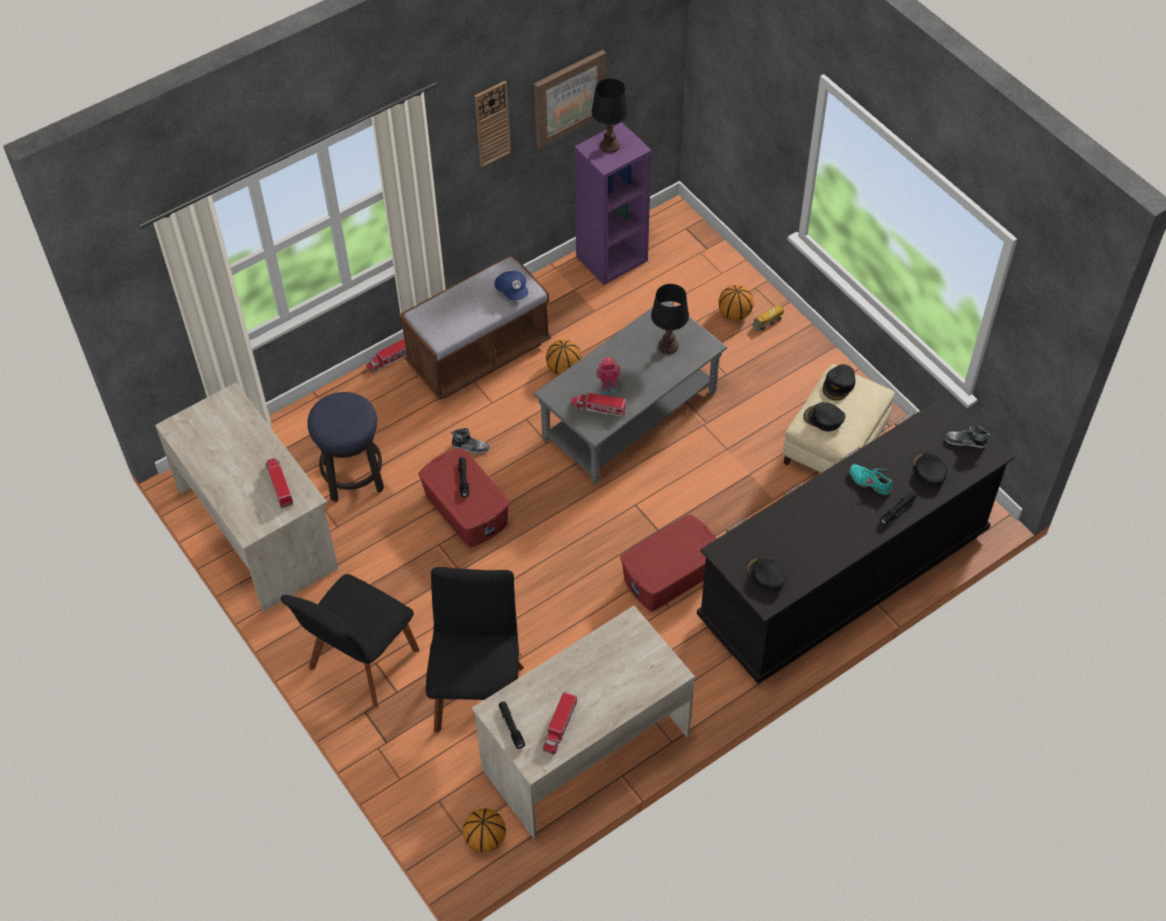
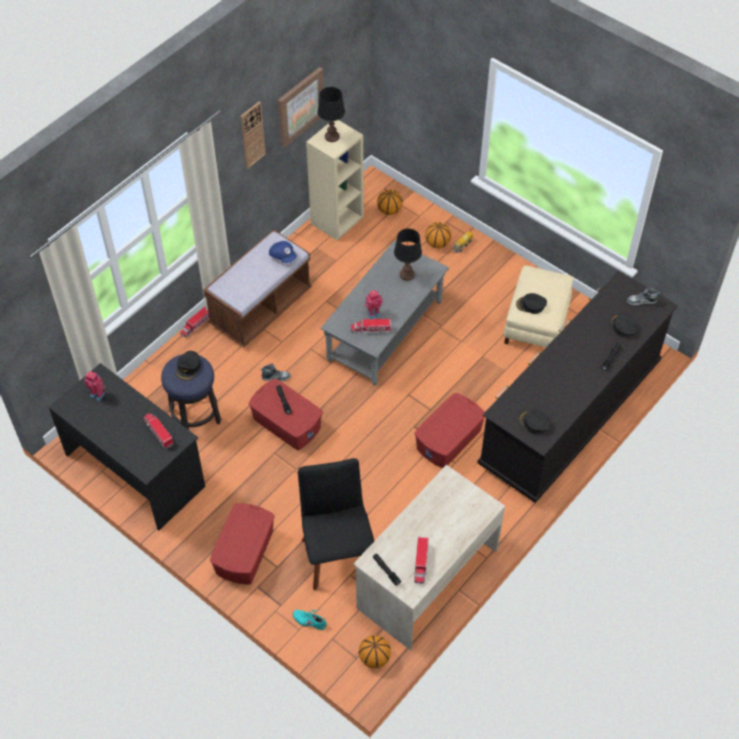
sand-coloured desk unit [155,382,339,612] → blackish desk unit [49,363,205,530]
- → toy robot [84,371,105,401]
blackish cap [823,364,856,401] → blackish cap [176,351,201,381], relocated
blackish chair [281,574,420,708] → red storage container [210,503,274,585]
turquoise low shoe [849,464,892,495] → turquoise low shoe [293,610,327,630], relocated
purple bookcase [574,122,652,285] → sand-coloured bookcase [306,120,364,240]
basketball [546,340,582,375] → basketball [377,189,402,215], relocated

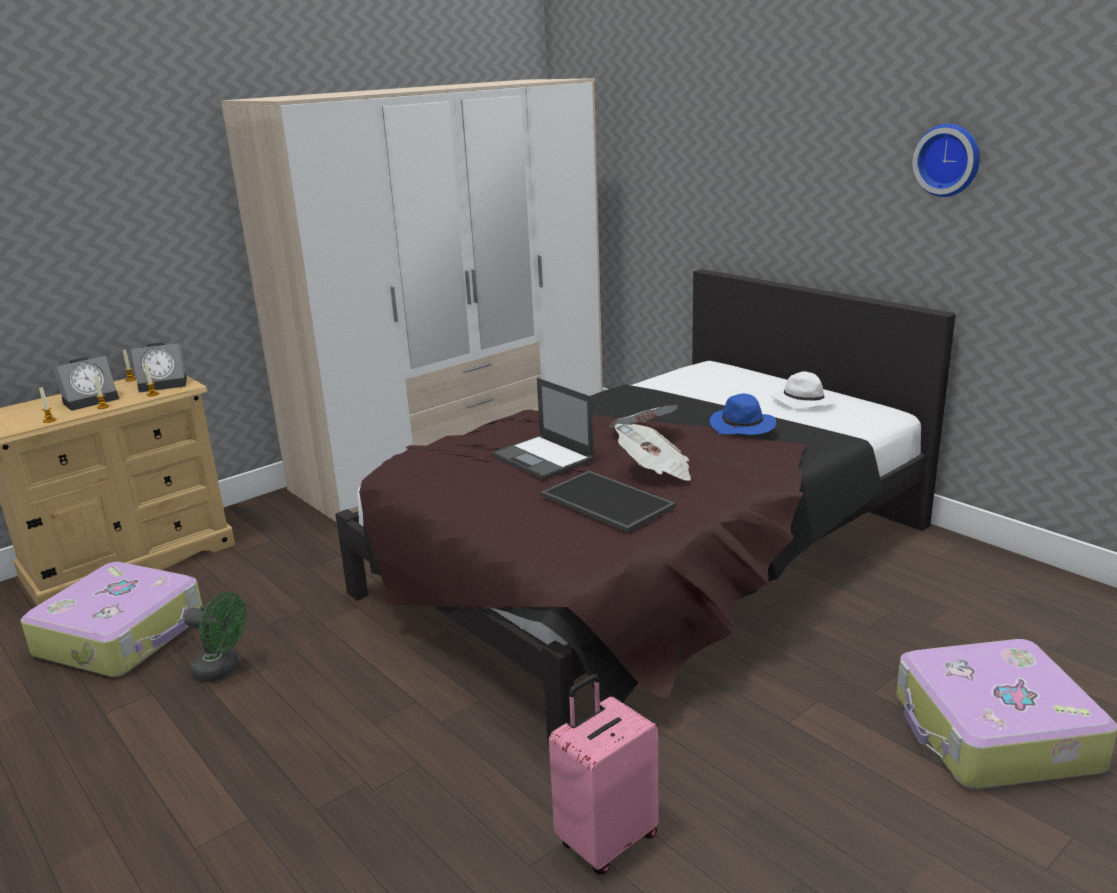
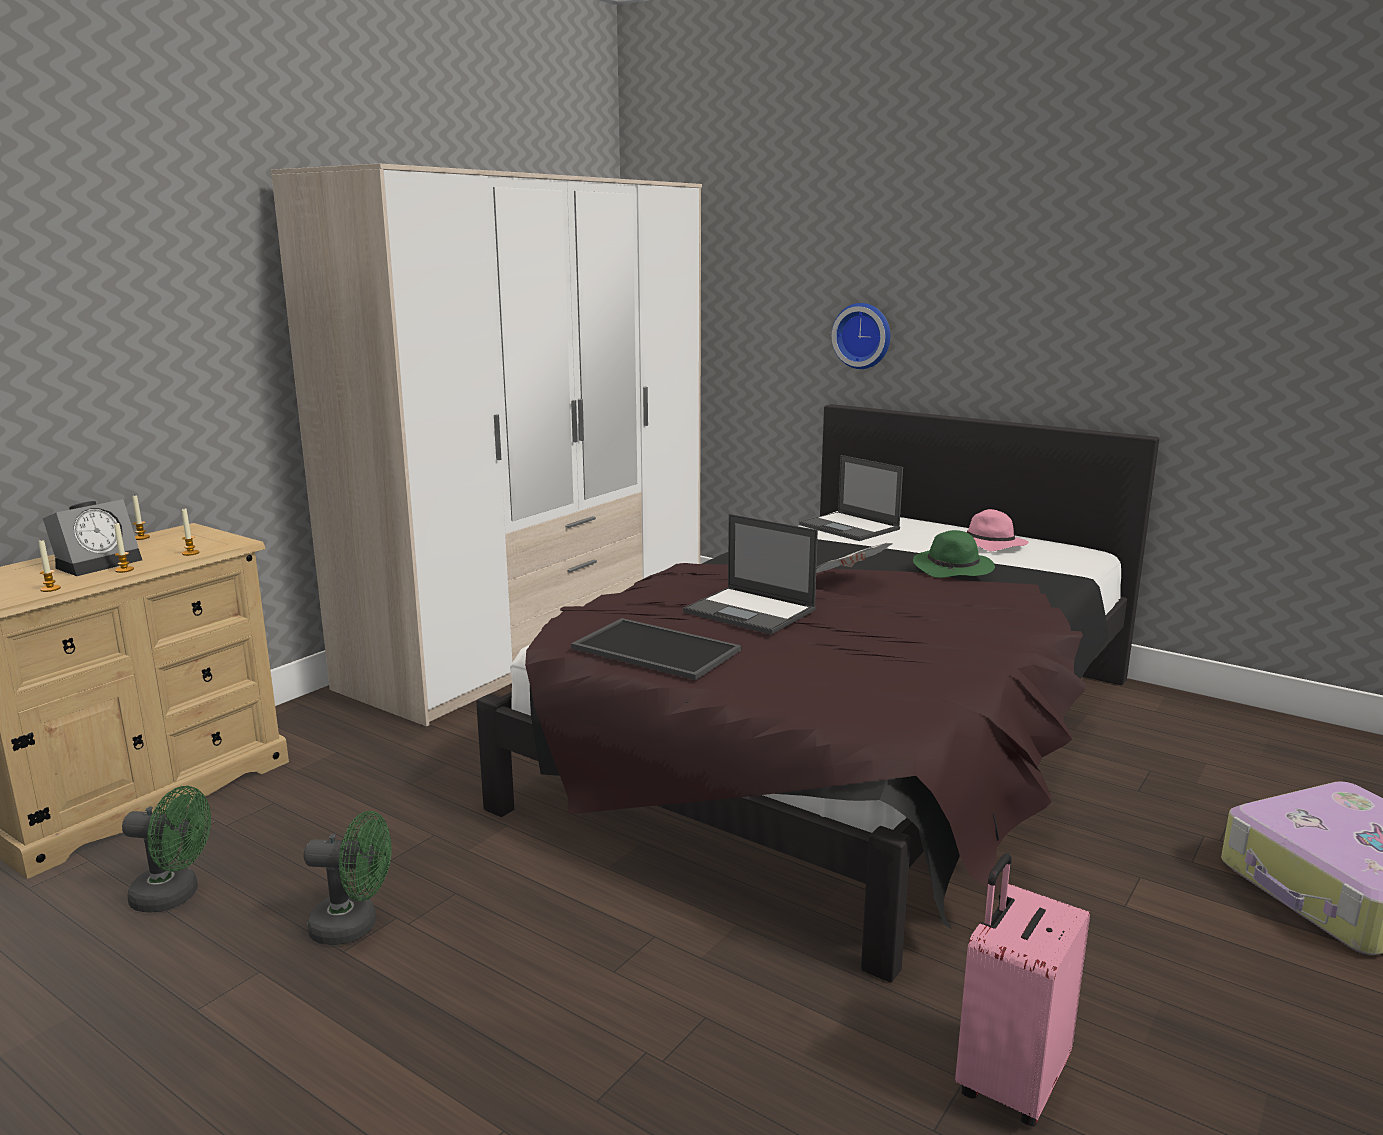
suitcase [20,562,202,677] → green electric fan [122,786,211,913]
serving tray [541,471,676,532] → serving tray [571,618,741,680], relocated
- → portable computer [799,455,903,541]
clock on the wall [913,124,980,197] → clock on the wall [832,303,891,369], relocated
blue-coloured wearable hat [710,393,776,435] → green wearable hat [913,530,995,578]
whitish wearable hat [772,371,836,409] → pinkish wearable hat [967,509,1029,551]
bedside clock [131,343,187,393] → -
daily paper [615,424,691,481] → -

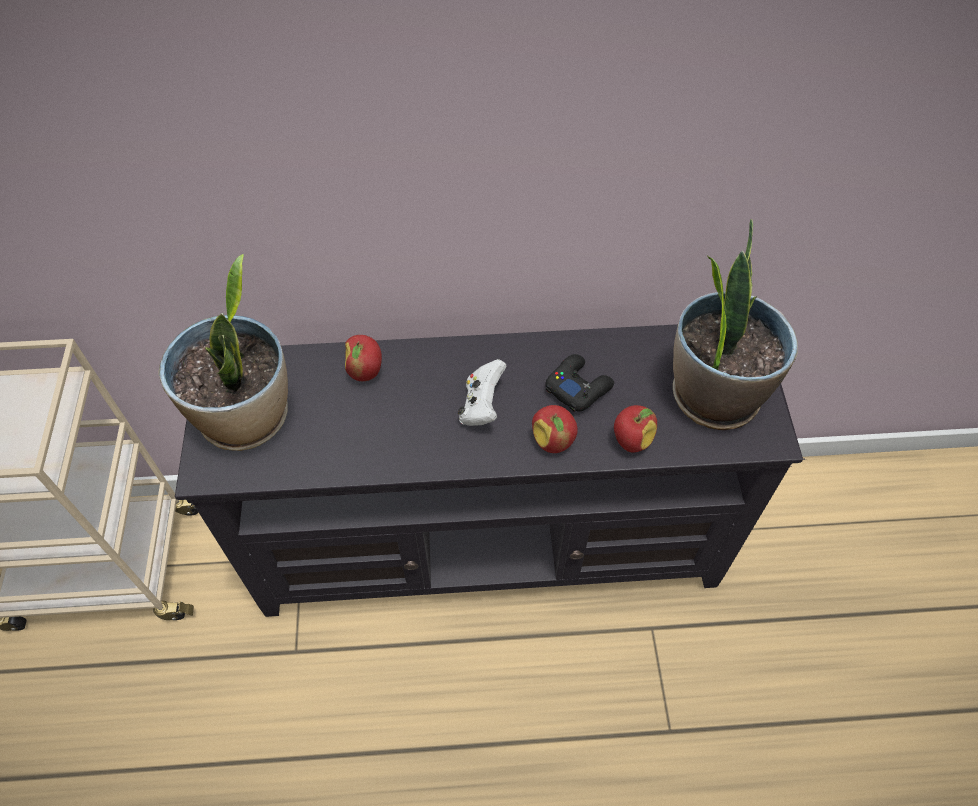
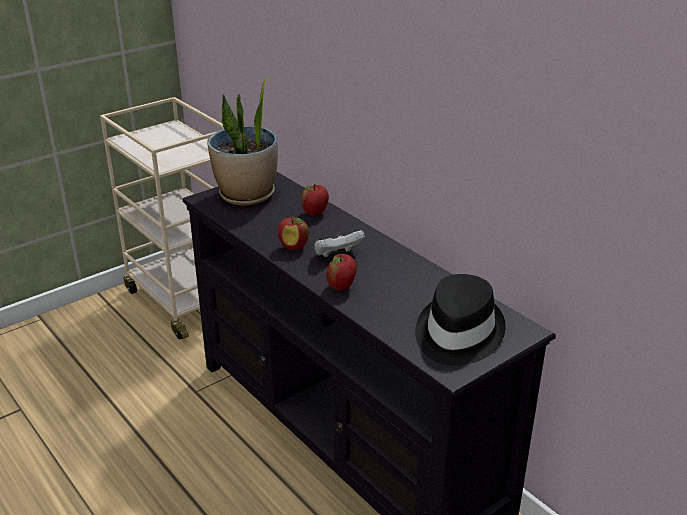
apple [614,405,657,453] → apple [278,216,309,250], relocated
plant in a pot [673,219,798,430] → blackish wearable hat [415,274,506,366]
blackish gamepad [545,354,614,412] → -

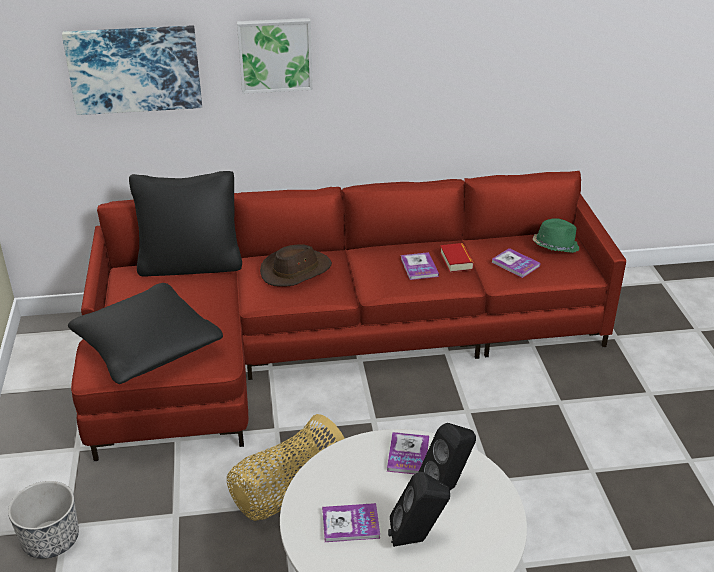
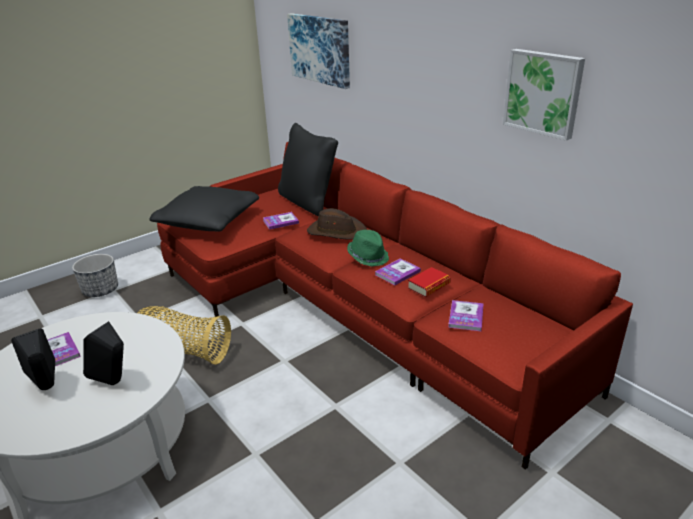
volume [387,432,429,474] → volume [263,212,299,230], relocated
green wearable hat [533,218,580,253] → green wearable hat [347,230,389,267], relocated
picture [237,18,313,94] → picture [503,49,585,141], relocated

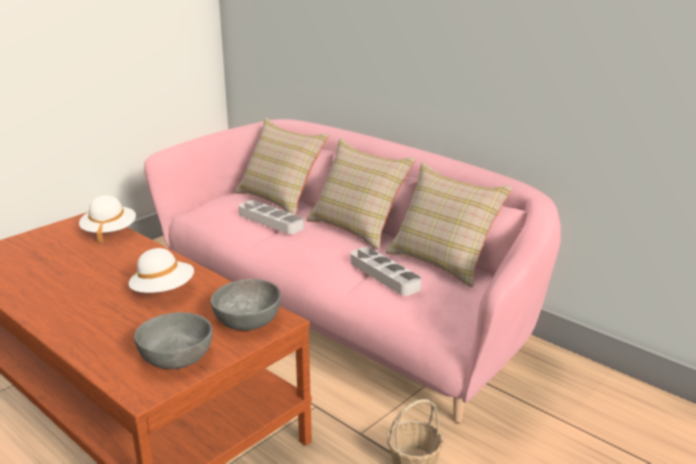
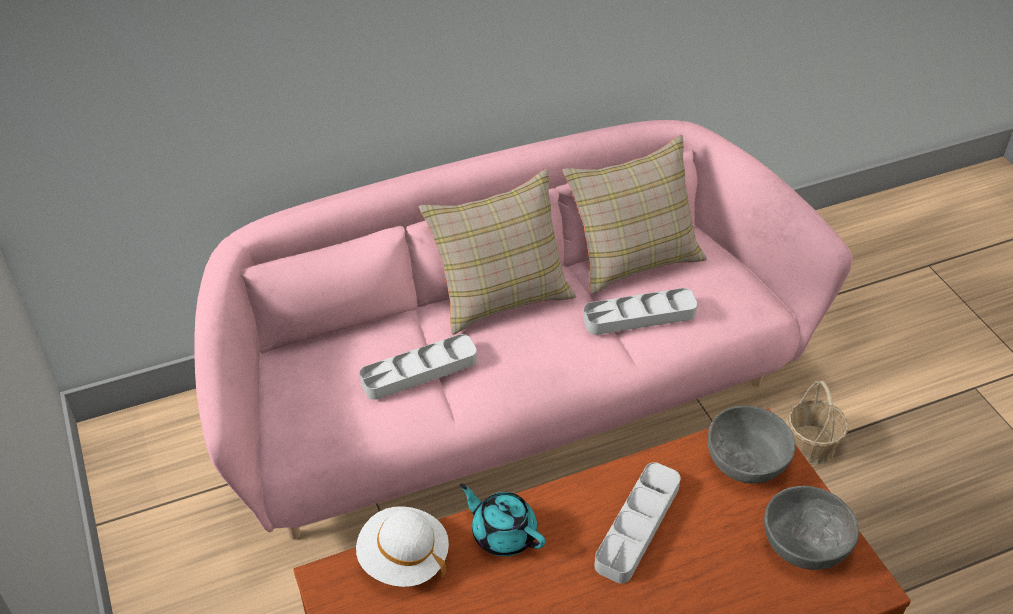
- → turquoise tea pot [460,484,546,556]
whitish wearable hat [129,248,194,293] → greyish serving tray [594,462,681,583]
sand-coloured cushion [235,118,329,215] → -

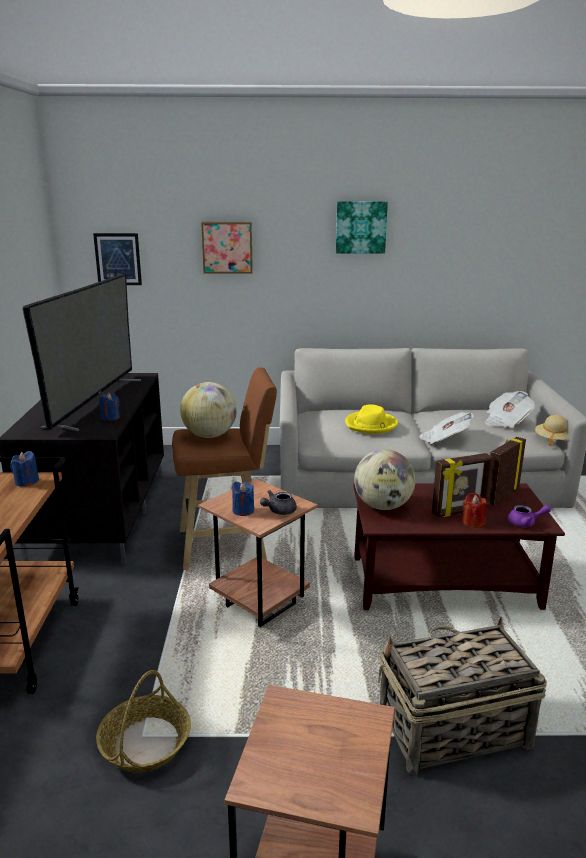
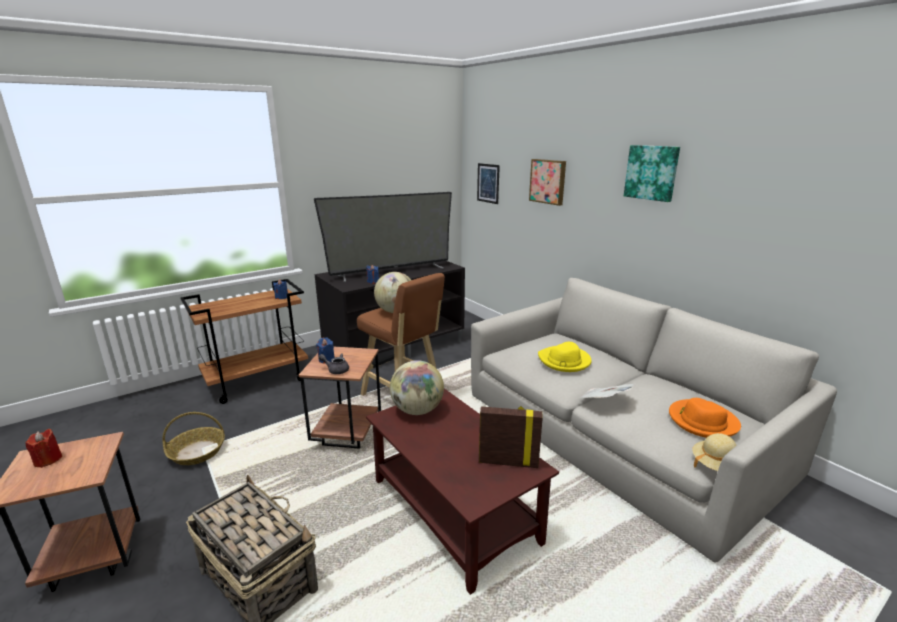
red wax light [463,493,487,528] → red wax light [25,429,63,468], relocated
daily paper [485,391,535,428] → orangey wearable hat [669,398,741,438]
photo frame [432,453,492,517] → -
purple tea pot [508,505,551,527] → -

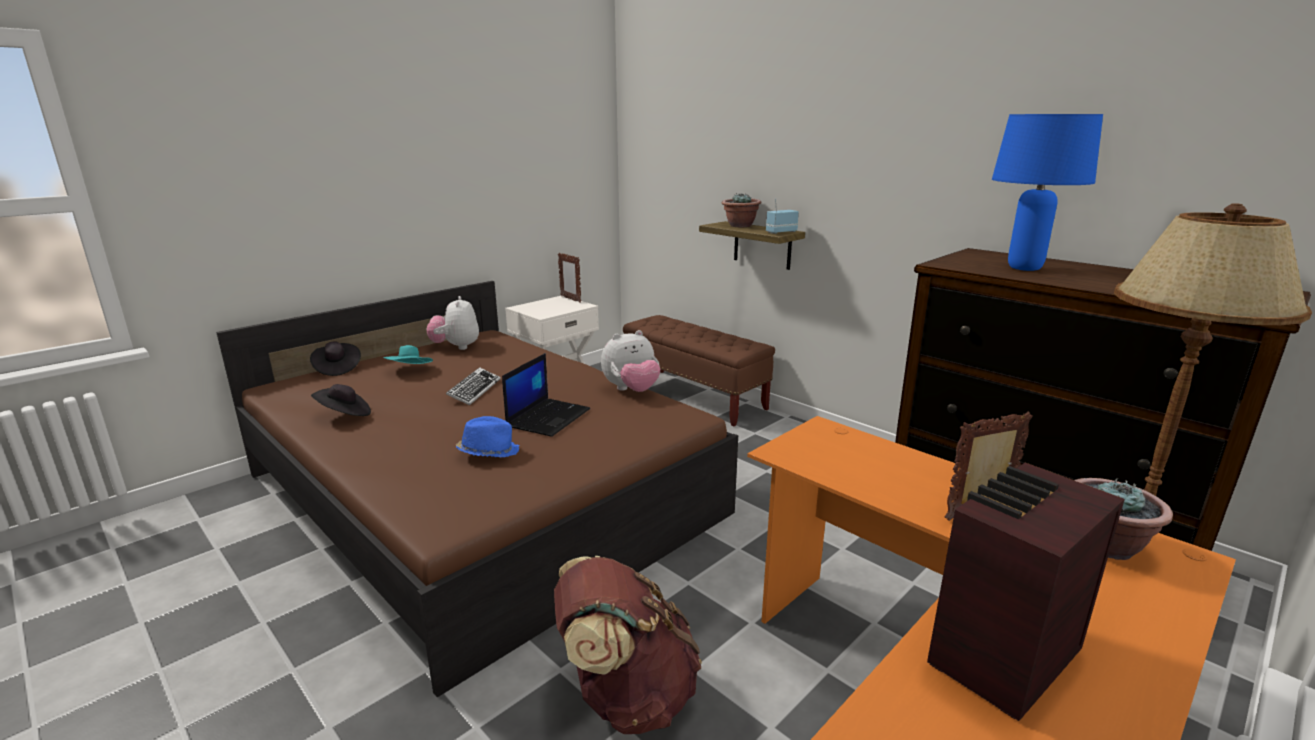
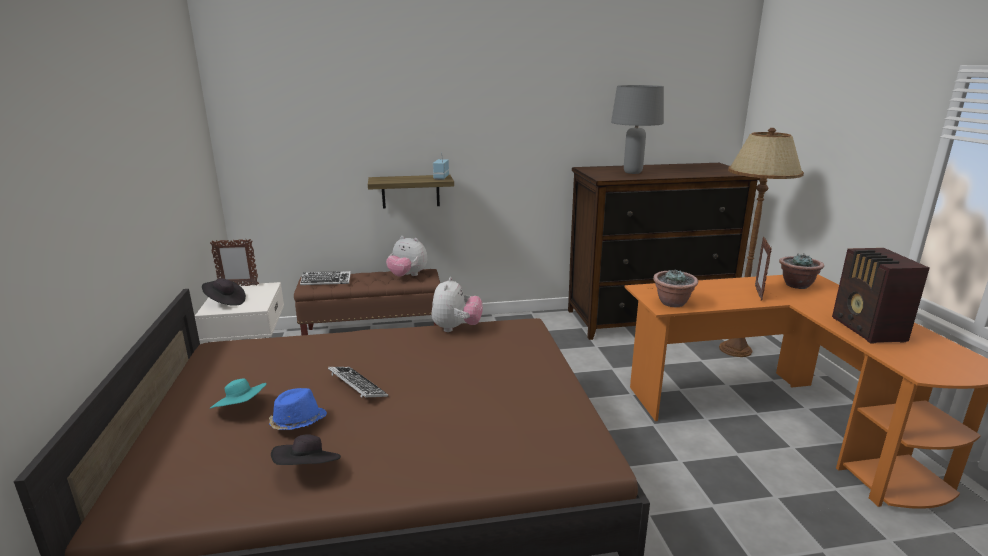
blackish wearable hat [310,341,361,376] → blackish wearable hat [202,278,246,306], relocated
blue-coloured wearable hat [456,416,519,458] → blue-coloured wearable hat [269,388,327,430], relocated
- → keyboard [300,271,351,285]
cuddly toy [426,296,479,350] → cuddly toy [386,236,427,277], relocated
blue-coloured lamp for a table [992,114,1103,271] → greyish lamp for a table [611,85,664,174]
plant in a pot [722,193,761,227] → plant in a pot [653,270,698,307], relocated
portable computer [502,353,590,437] → -
brown-coloured backpack [554,556,702,734] → -

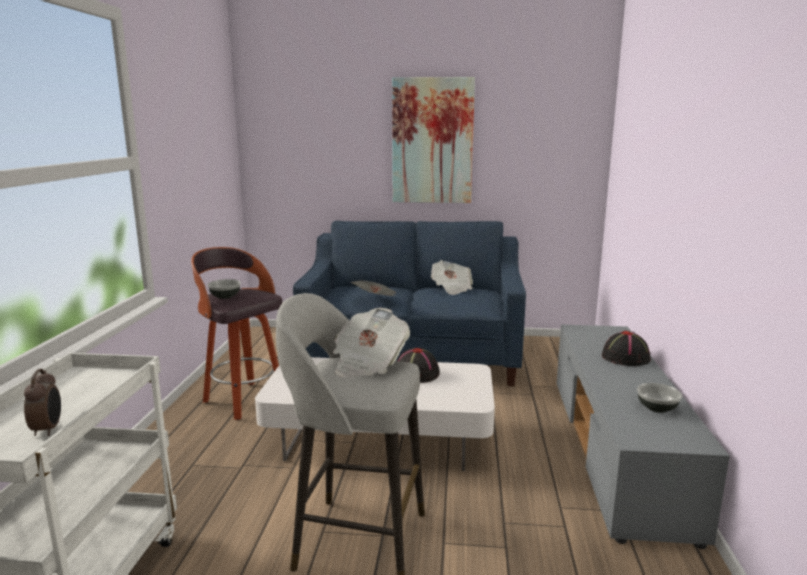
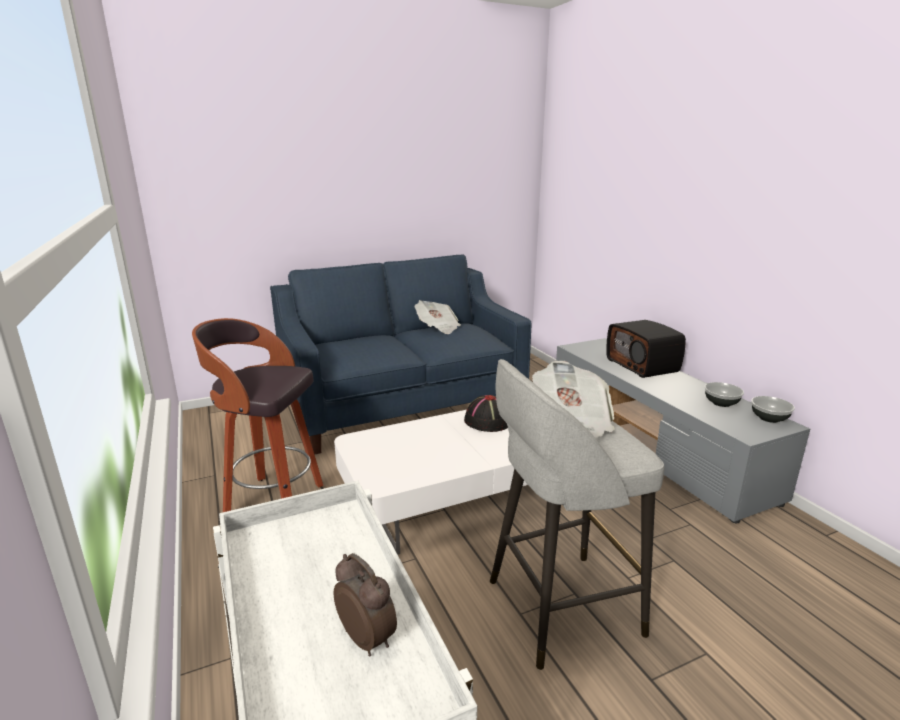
blackish wearable hat [602,331,651,366] → radio set [606,320,686,378]
bowl [207,279,241,299] → bowl [751,396,795,423], relocated
daily paper [351,281,396,296] → -
picture [392,77,475,203] → -

